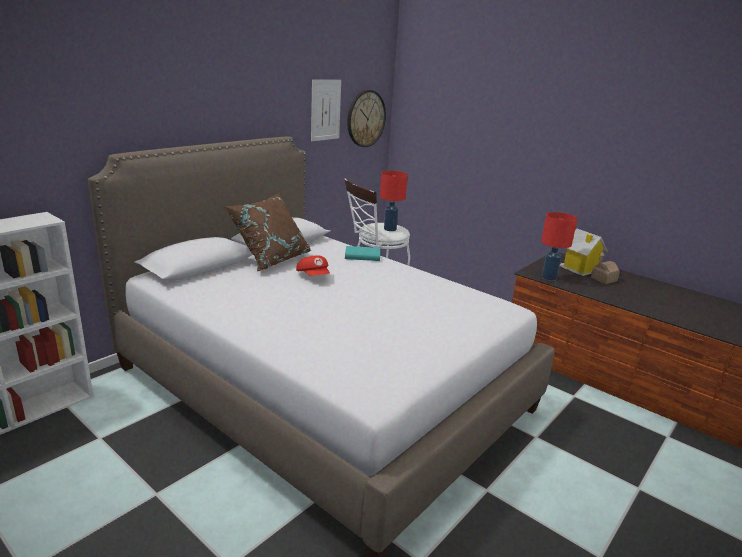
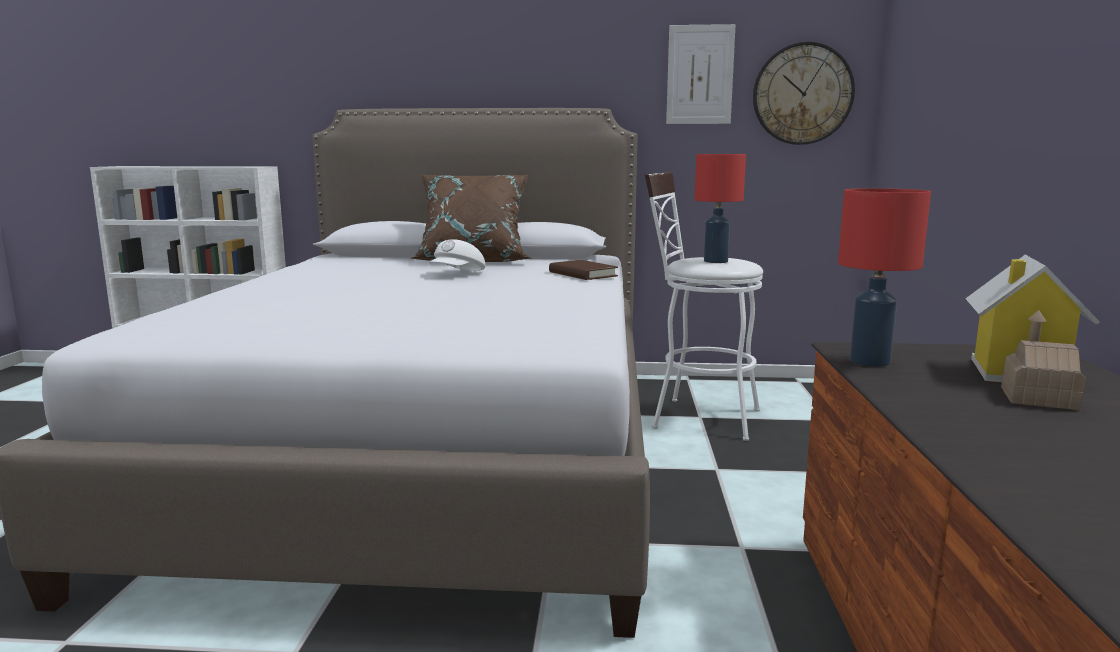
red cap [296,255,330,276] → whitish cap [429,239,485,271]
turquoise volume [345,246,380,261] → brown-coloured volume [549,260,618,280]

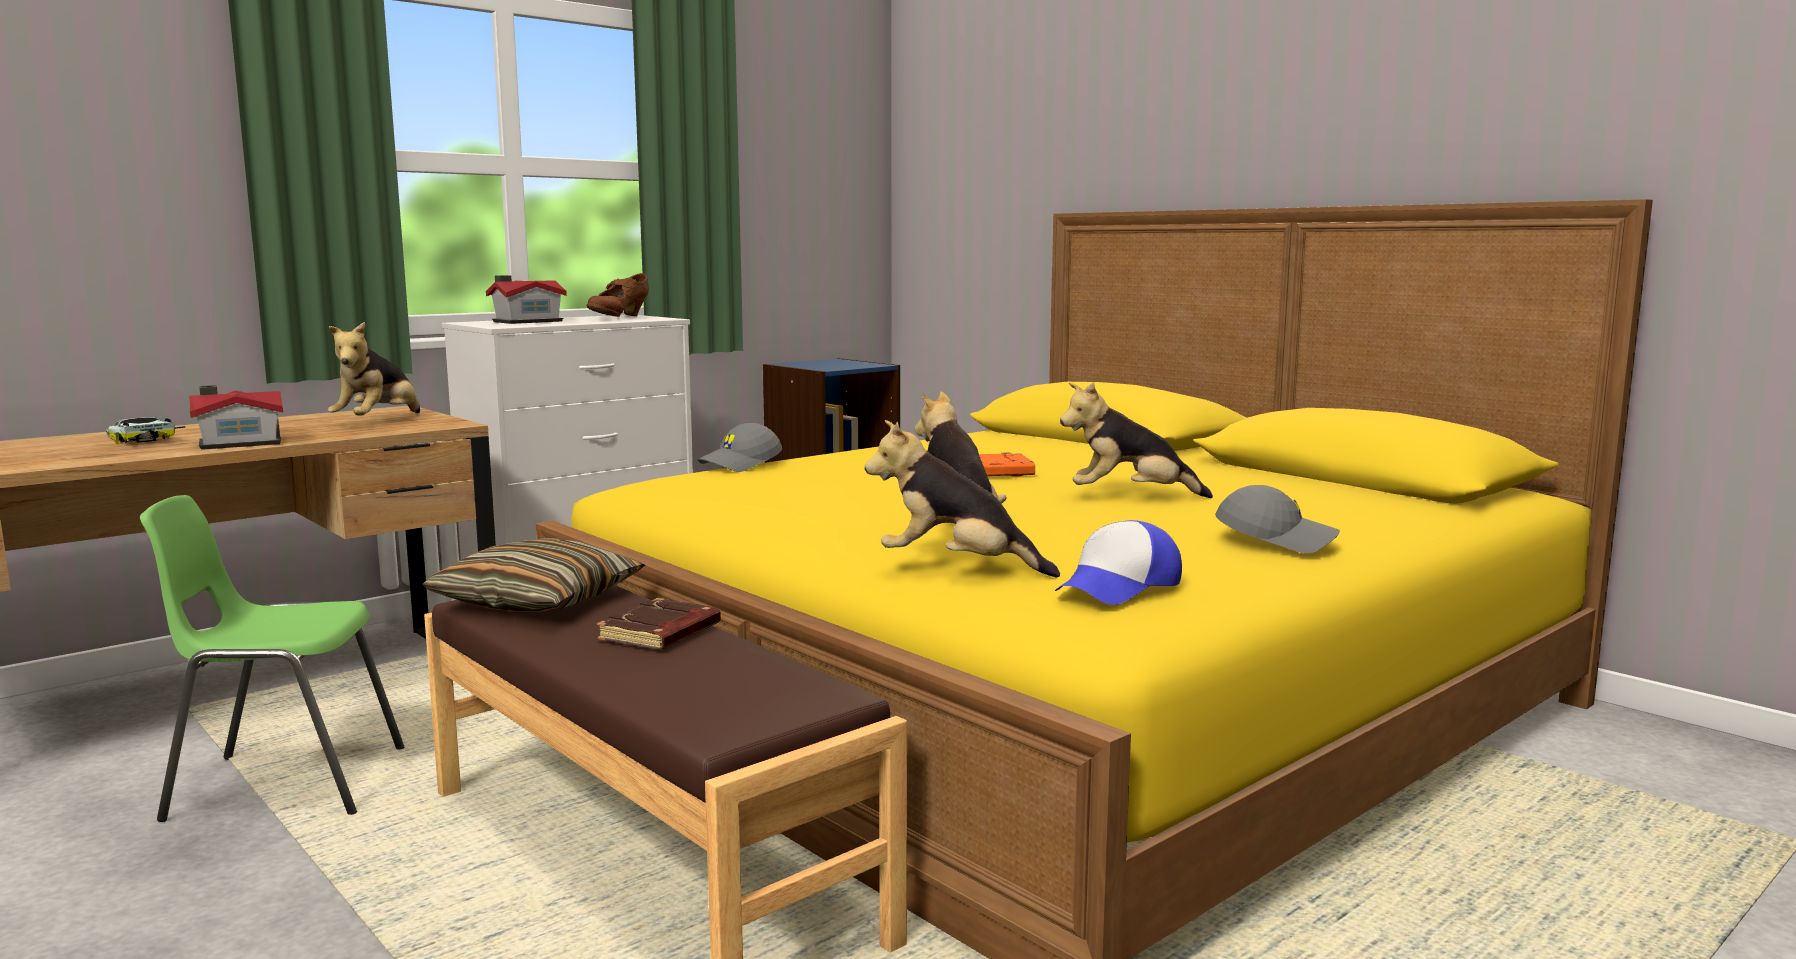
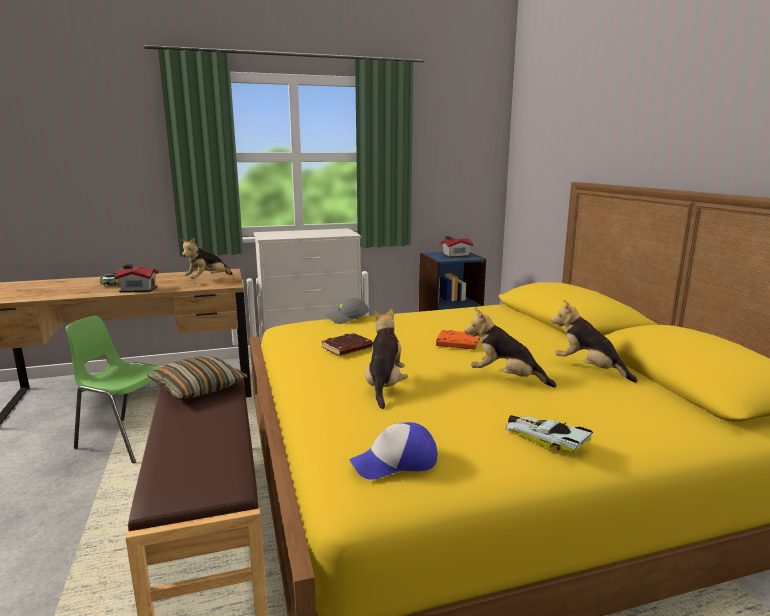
brown-coloured volume [597,598,721,650] → brown-coloured volume [321,333,373,356], relocated
model house [486,275,567,324] → model house [440,236,473,258], relocated
greyish cap [1215,485,1340,553] → model car [506,415,593,453]
cuddly toy [865,420,1060,578] → cuddly toy [551,300,638,383], relocated
brown-coloured low shoe [586,273,649,317] → -

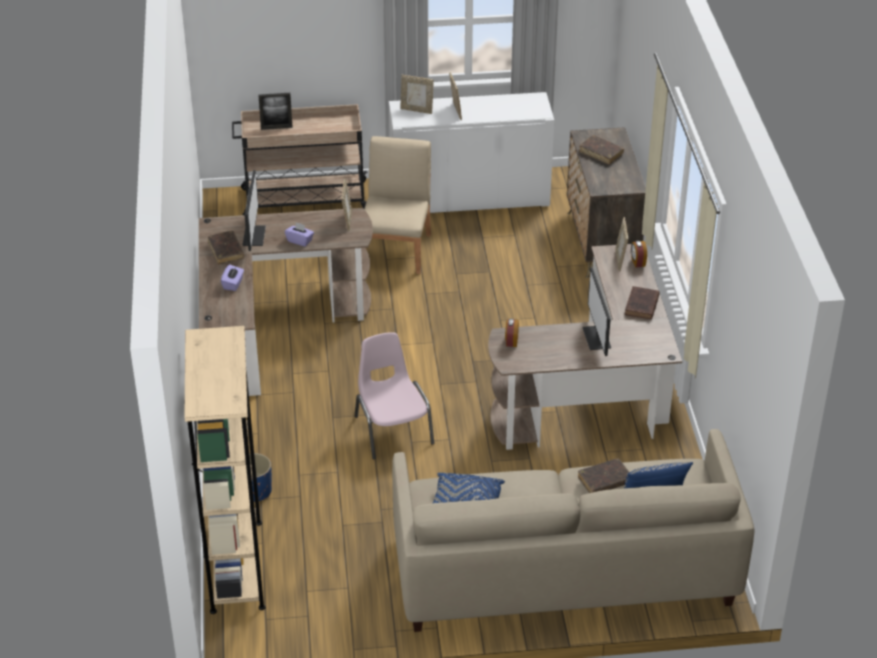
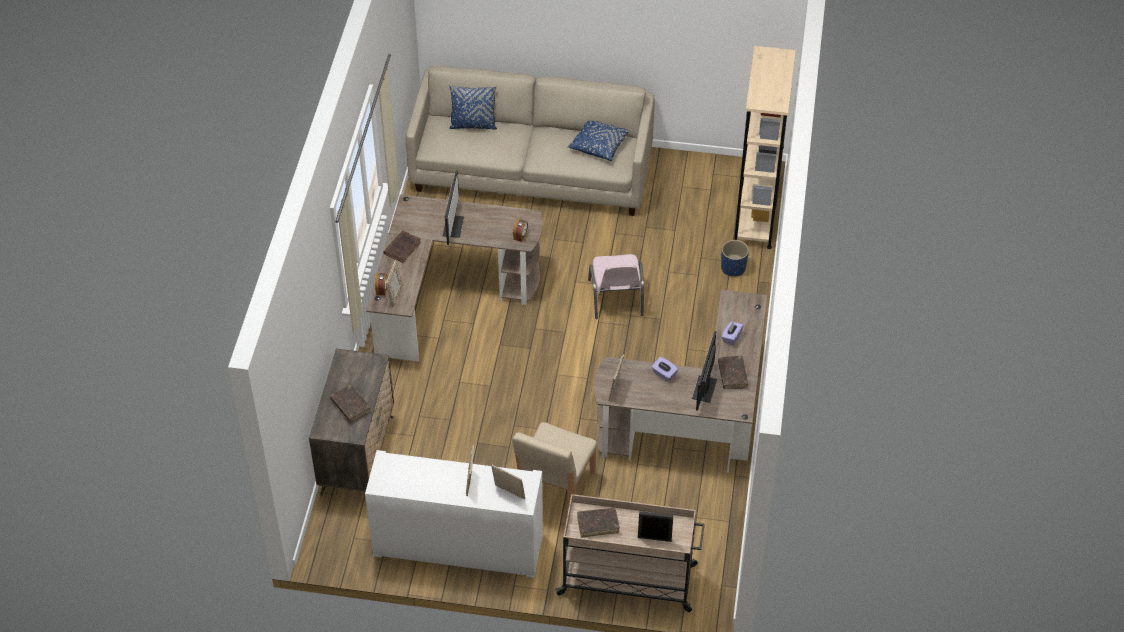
brown-coloured volume [578,458,630,493] → brown-coloured volume [577,508,620,538], relocated

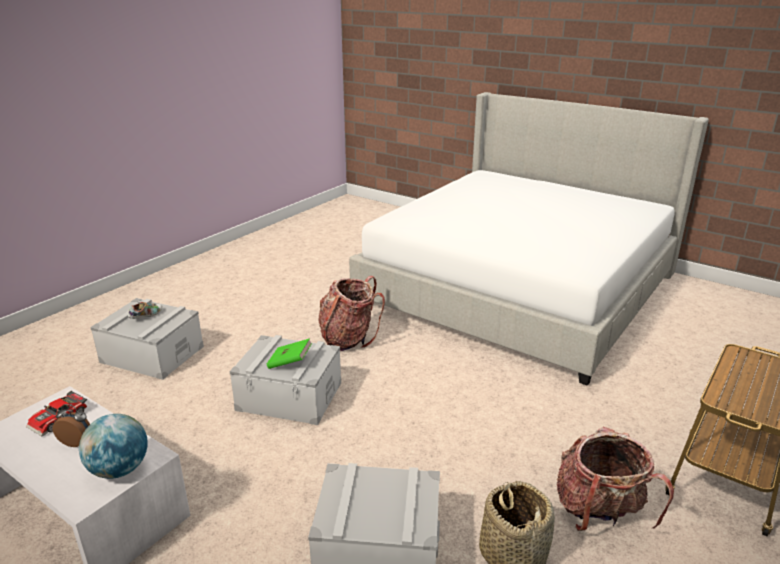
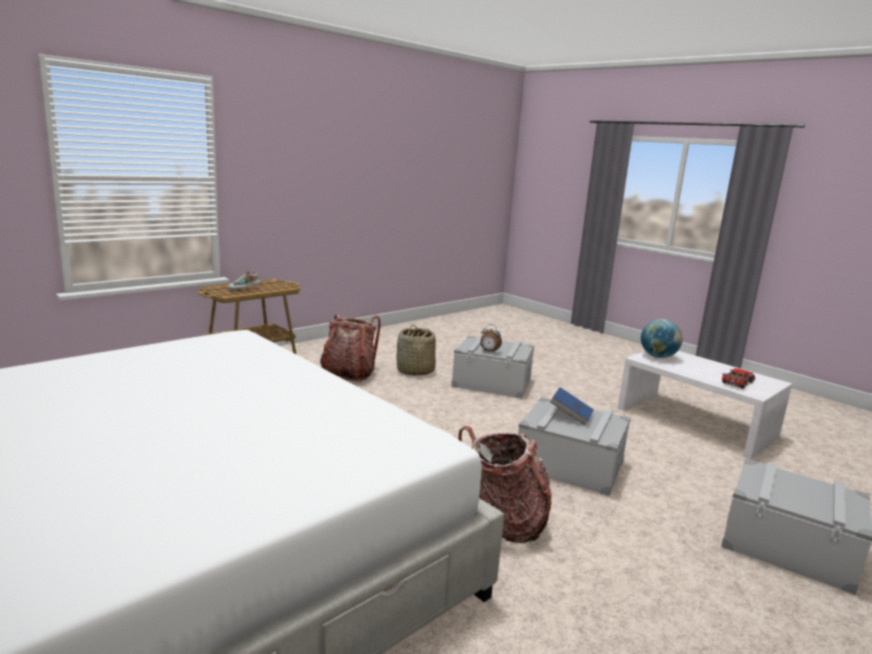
low shoe [128,302,162,319] → low shoe [228,271,261,291], relocated
bedside clock [52,404,90,447] → bedside clock [480,324,502,353], relocated
green volume [267,338,312,369] → blue-coloured volume [550,387,594,425]

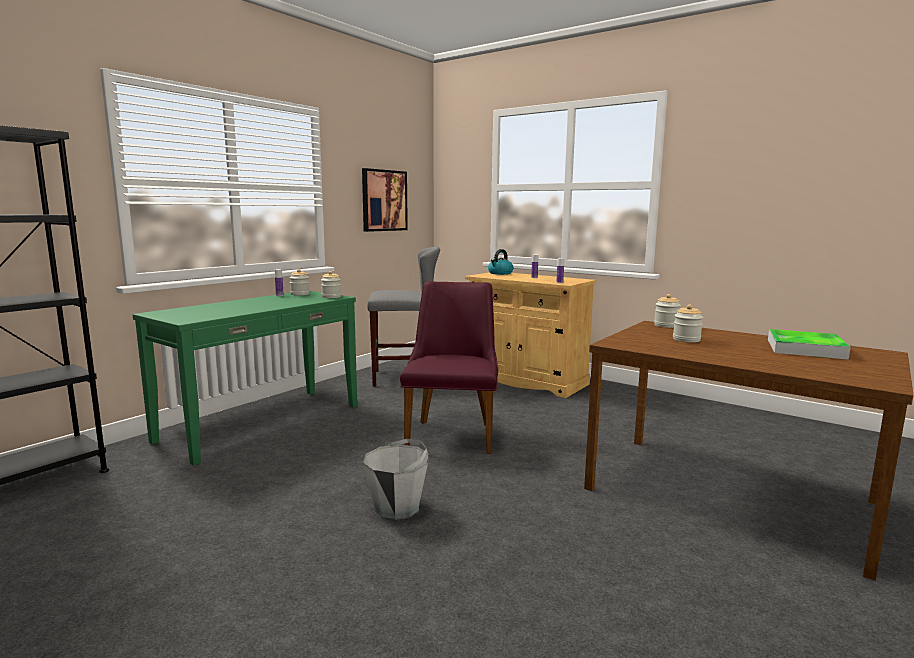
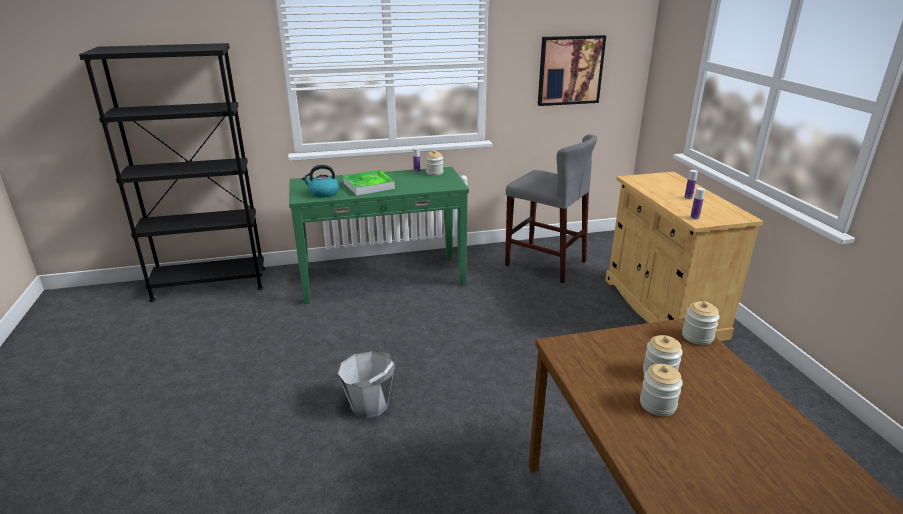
water kettle [488,249,513,275] → water kettle [302,165,339,198], relocated
serving tray [768,329,851,360] → serving tray [343,170,395,196], relocated
storage jar [321,271,341,298] → storage jar [640,364,683,416], relocated
purple chair [400,281,498,454] → -

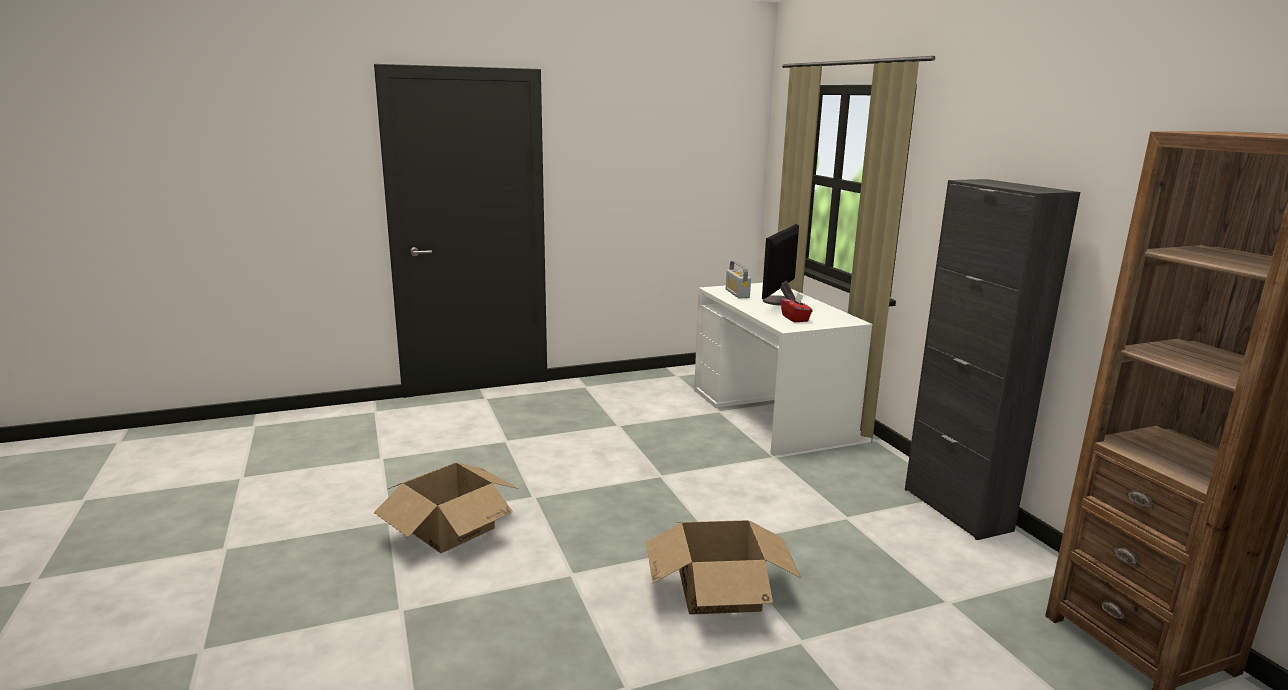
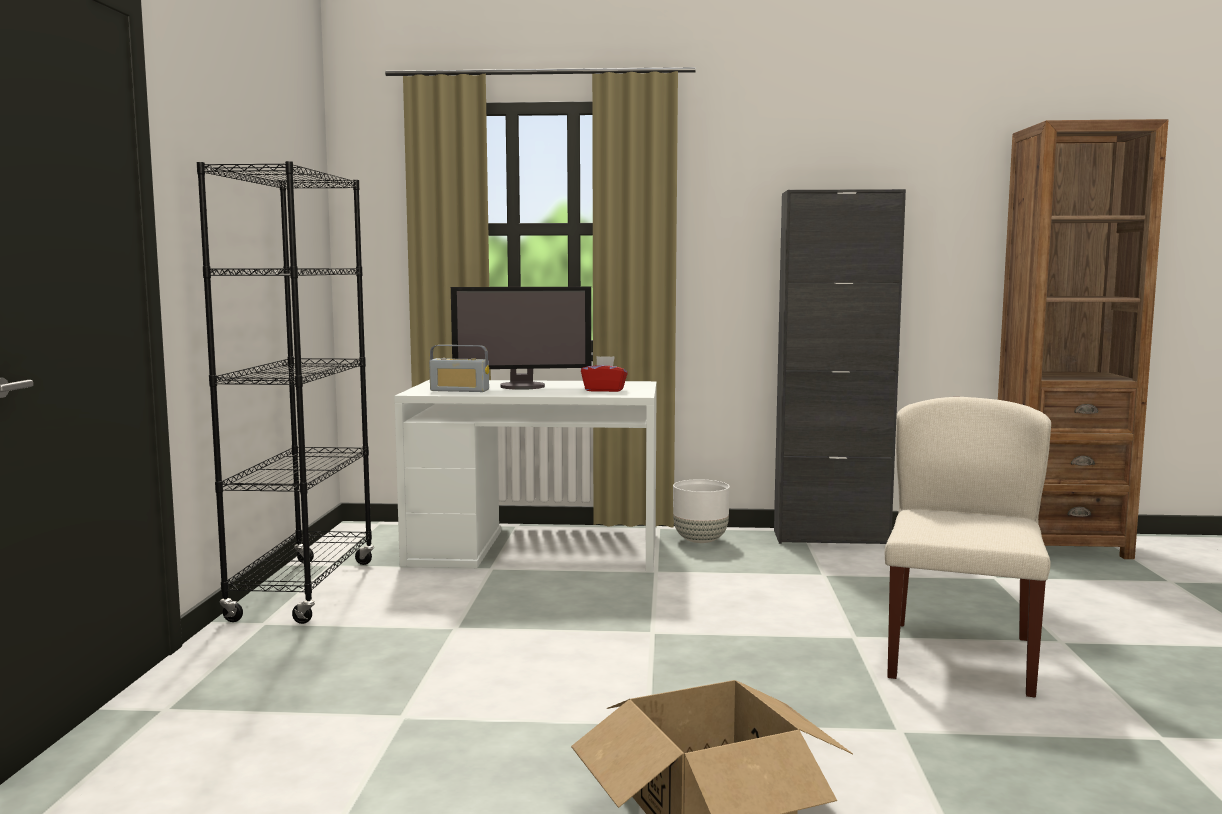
- → blackish bookcase [197,161,374,624]
computer display [762,224,799,305] → computer display [451,287,591,390], 60 degrees counterclockwise
- → whitish plant pot [673,479,730,543]
cardboard box [646,520,801,615] → sand-coloured chair [885,397,1051,698]

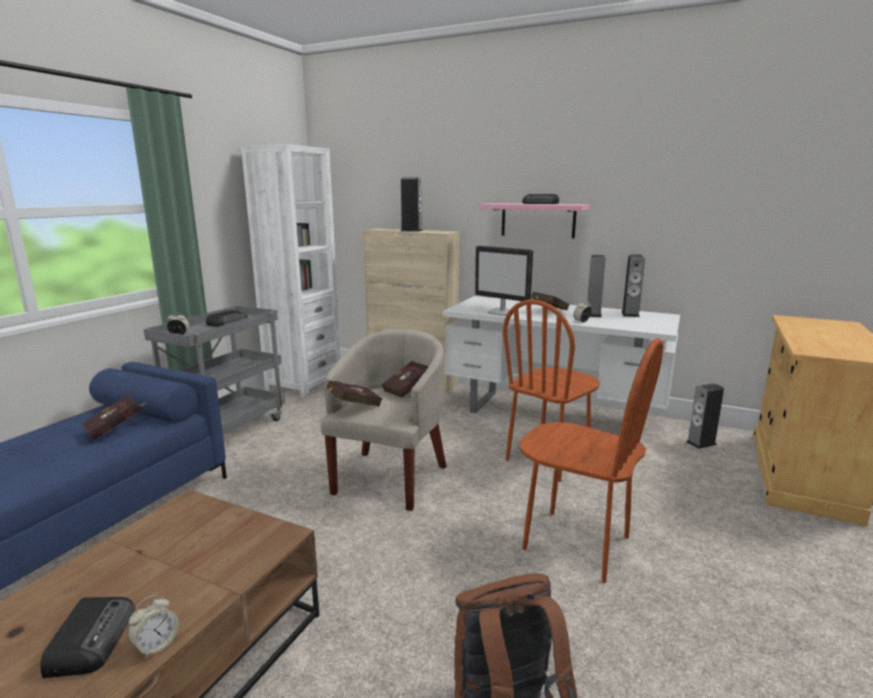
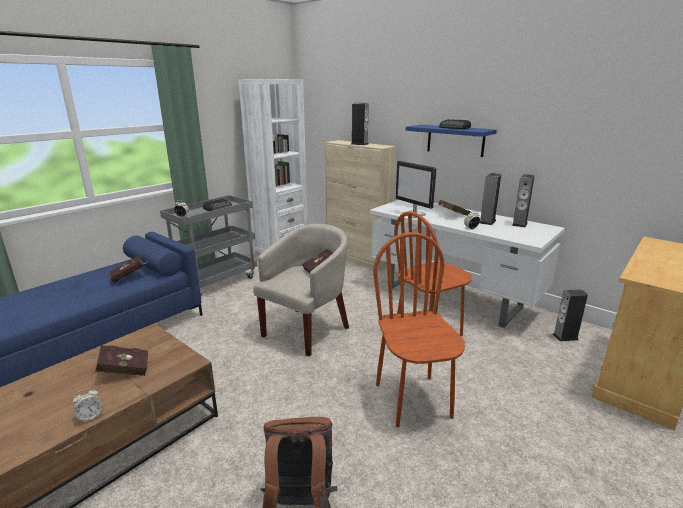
red volume [323,381,383,407] → red volume [90,345,148,376], relocated
brown-coloured chair [519,338,663,583] → brown-coloured chair [373,232,465,427], 150 degrees counterclockwise
pinkish shelf [479,203,590,238] → blue-coloured shelf [406,125,497,157]
radio set [40,597,135,678] → -

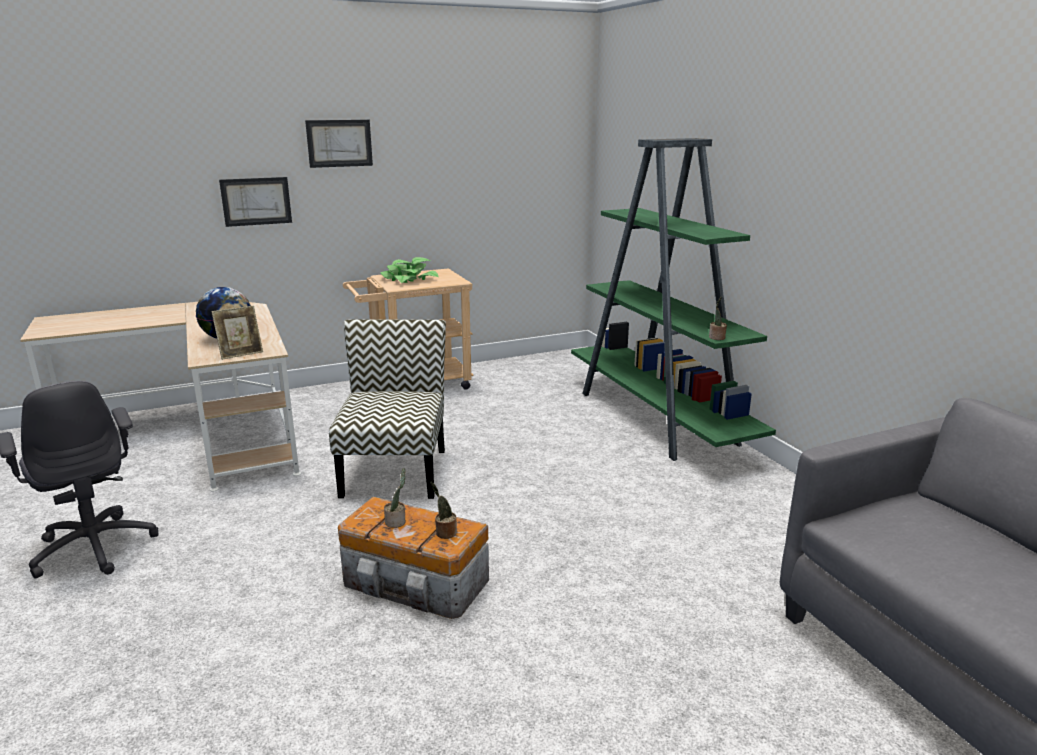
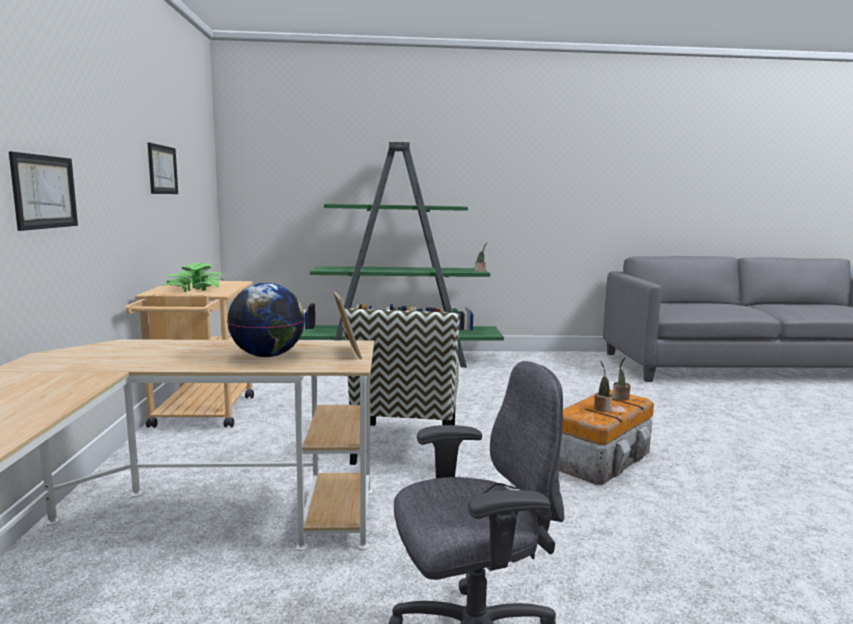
picture [305,120,373,168] → picture [148,143,178,194], relocated
chair [329,319,446,499] → chair [342,309,460,465], 105 degrees counterclockwise

